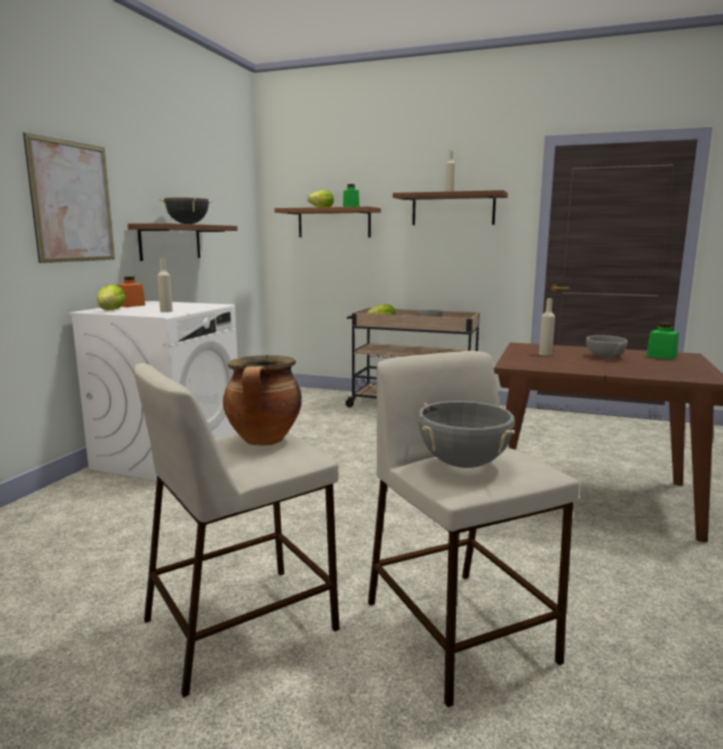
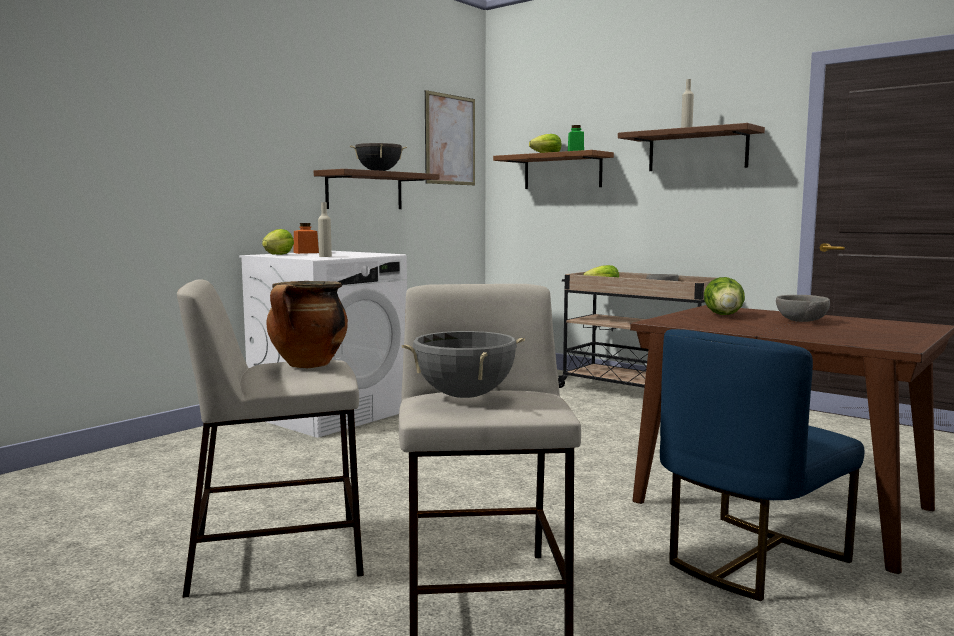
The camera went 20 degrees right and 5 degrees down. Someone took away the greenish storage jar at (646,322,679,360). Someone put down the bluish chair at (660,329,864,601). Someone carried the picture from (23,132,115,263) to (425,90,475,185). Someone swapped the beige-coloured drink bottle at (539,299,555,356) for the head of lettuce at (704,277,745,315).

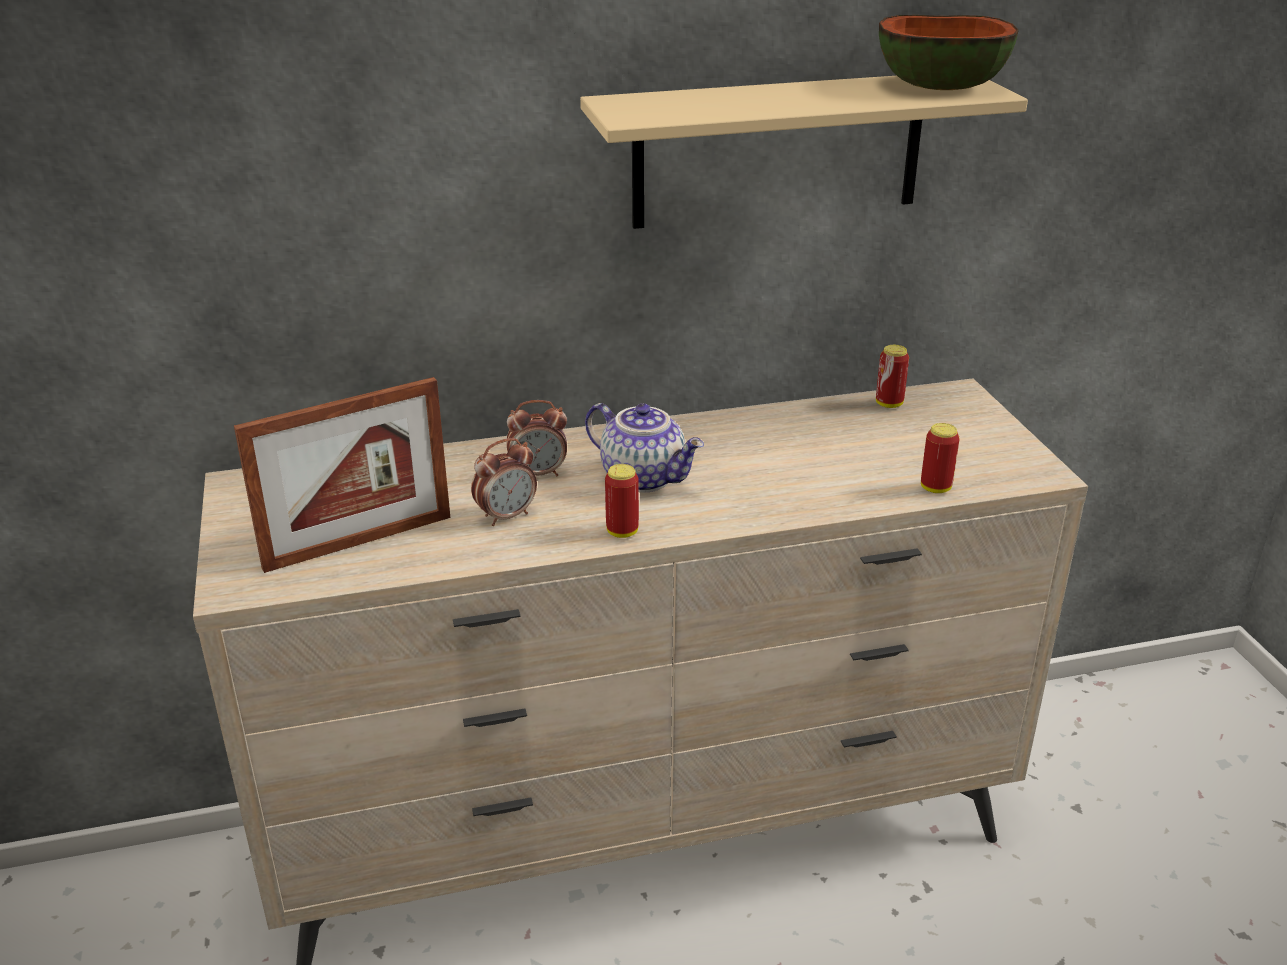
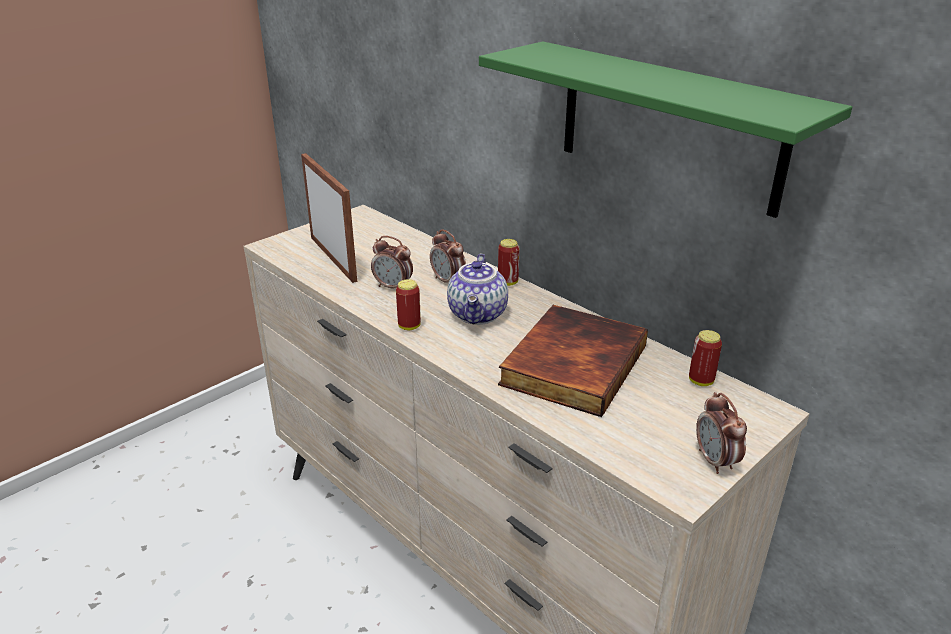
The camera went 60 degrees right and 0 degrees up. Someone took away the deep dish at (879,15,1019,90). Someone put down the bound book at (498,305,648,417). Someone put down the table clock at (696,392,747,474). Someone carried the can from (921,423,960,493) to (498,239,520,286). Someone repainted the beige-coloured wall shelf at (580,76,1028,229), which became the greenish wall shelf at (479,41,852,218). Someone rotated the picture frame at (234,377,450,573) by 150 degrees counterclockwise.

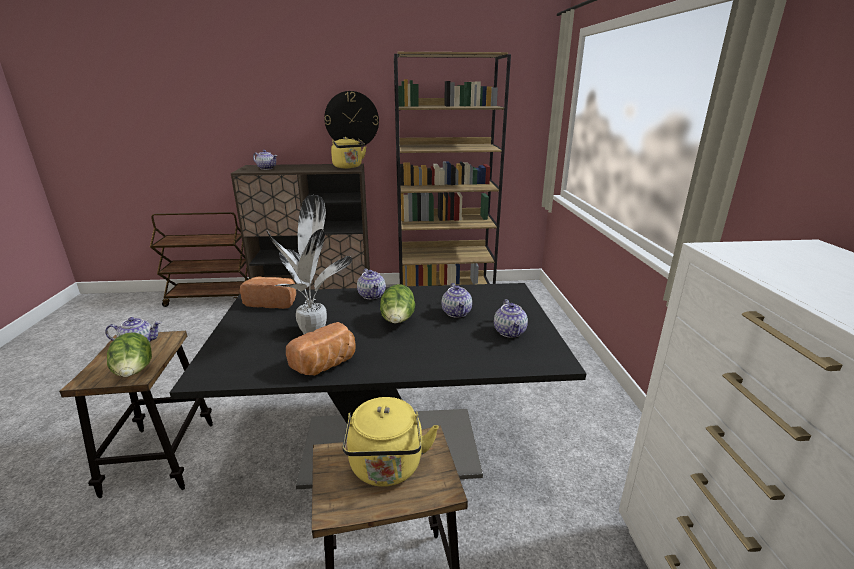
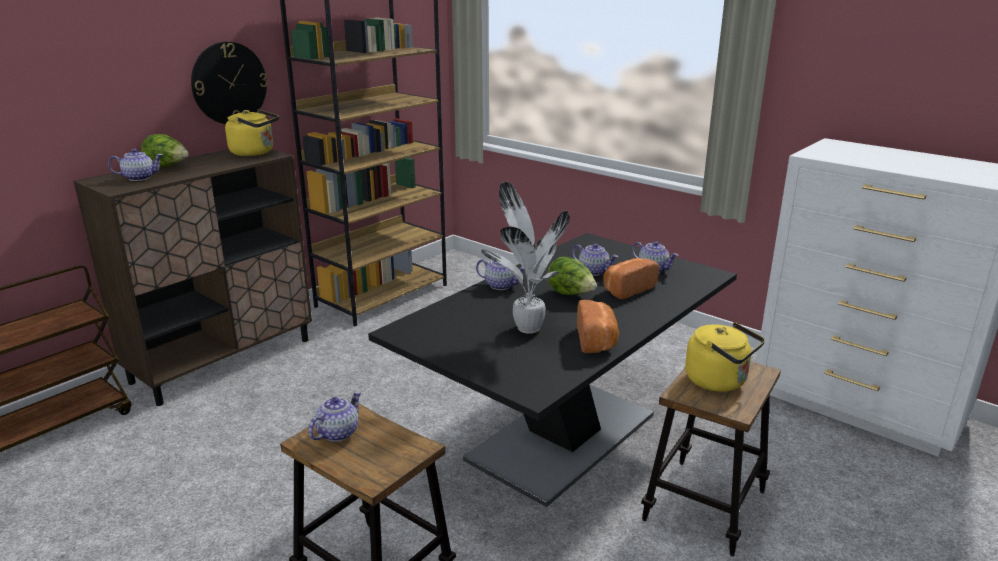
The camera went 45 degrees left and 0 degrees up. Someone carried the head of lettuce from (107,332,152,377) to (141,134,189,168). Someone carried the baked bread from (240,277,296,309) to (603,258,659,299).

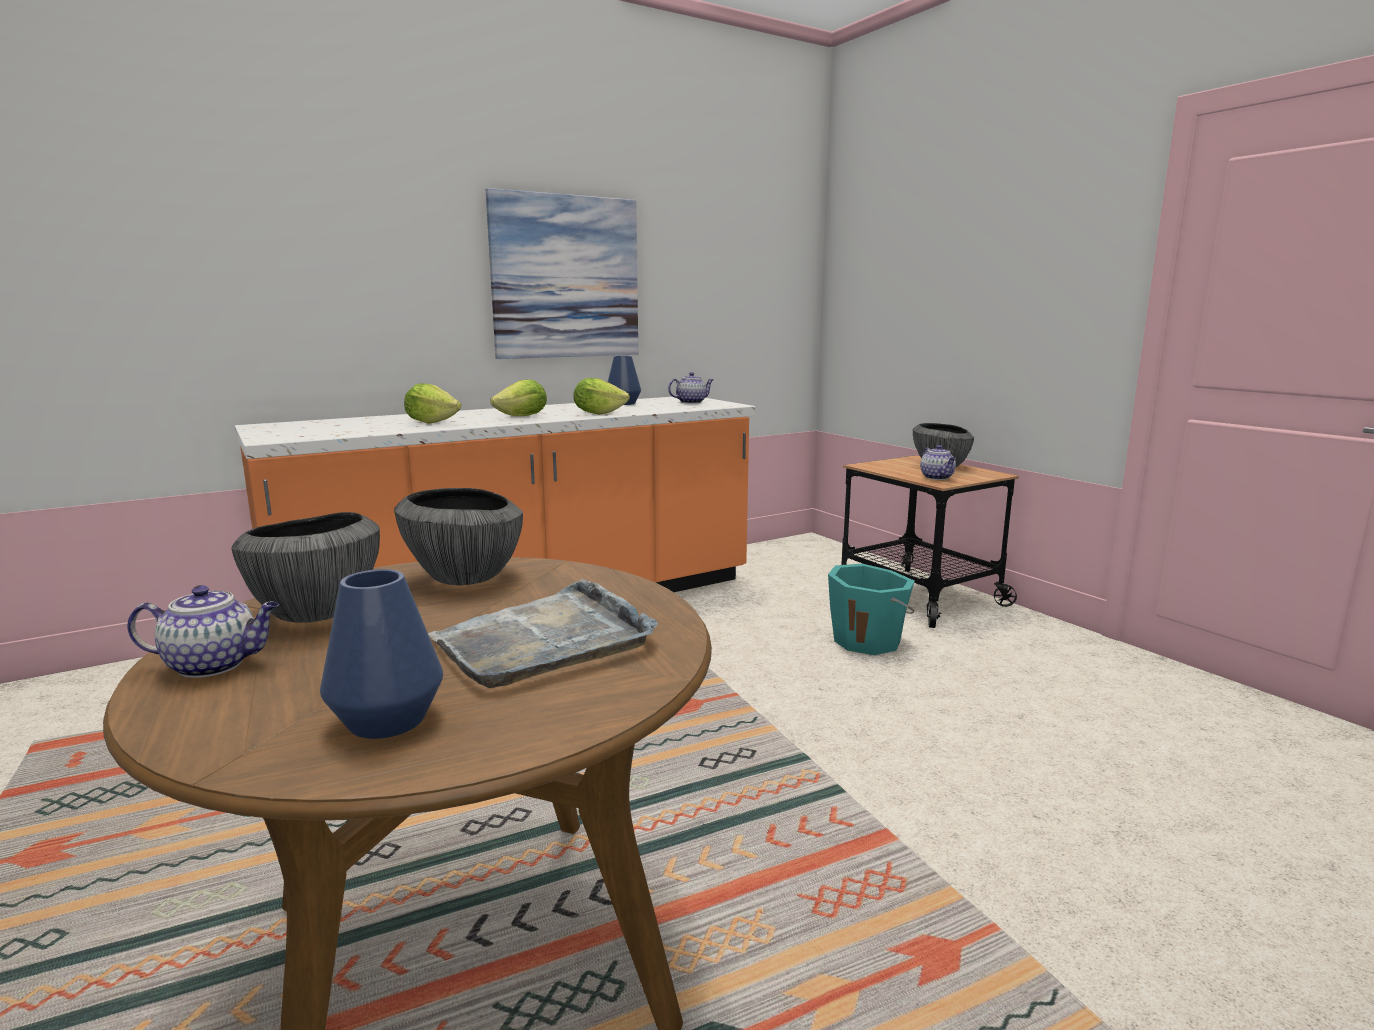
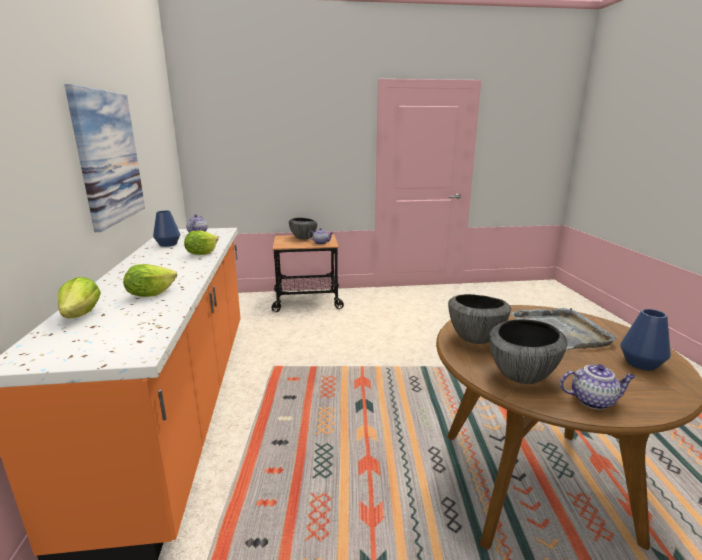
The camera went 65 degrees left and 5 degrees up. Someone took away the turquoise-coloured water bucket at (828,564,915,655). Someone carried the head of lettuce from (490,379,547,417) to (58,277,101,319). Someone rotated the pot for tea at (127,585,279,678) by 75 degrees clockwise.

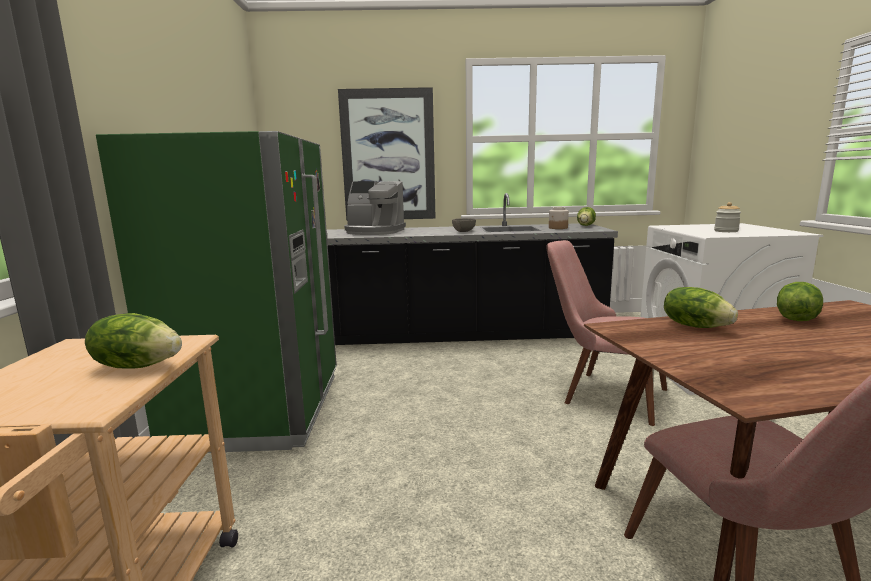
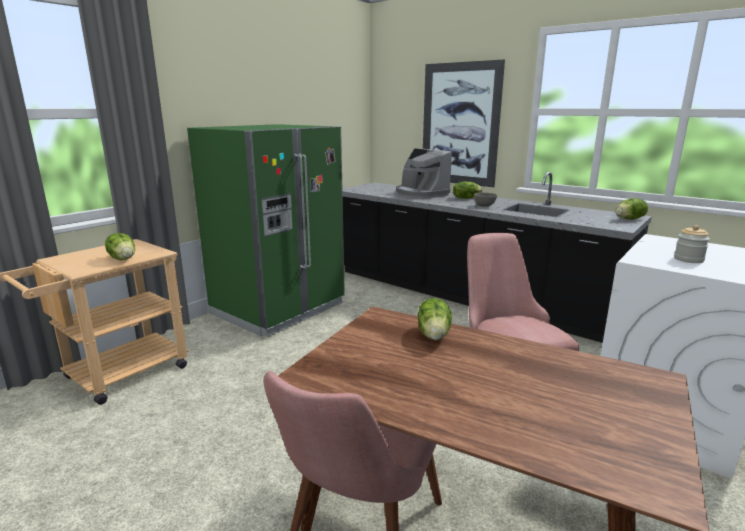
The camera went 40 degrees right and 5 degrees up. Someone took away the storage jar at (549,207,569,229). Someone carried the head of lettuce from (777,282,823,321) to (453,181,482,199).

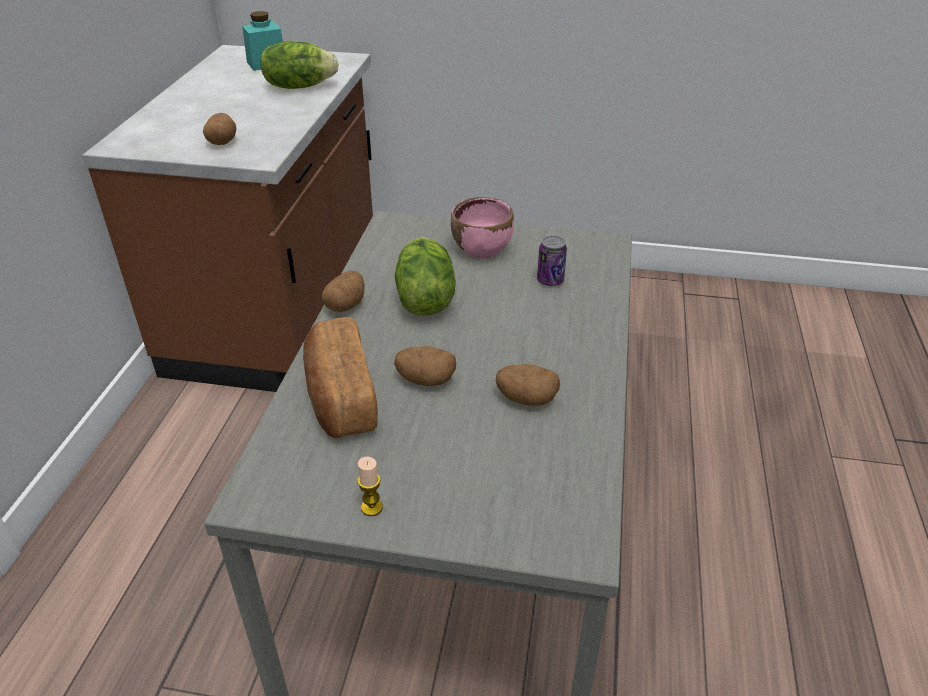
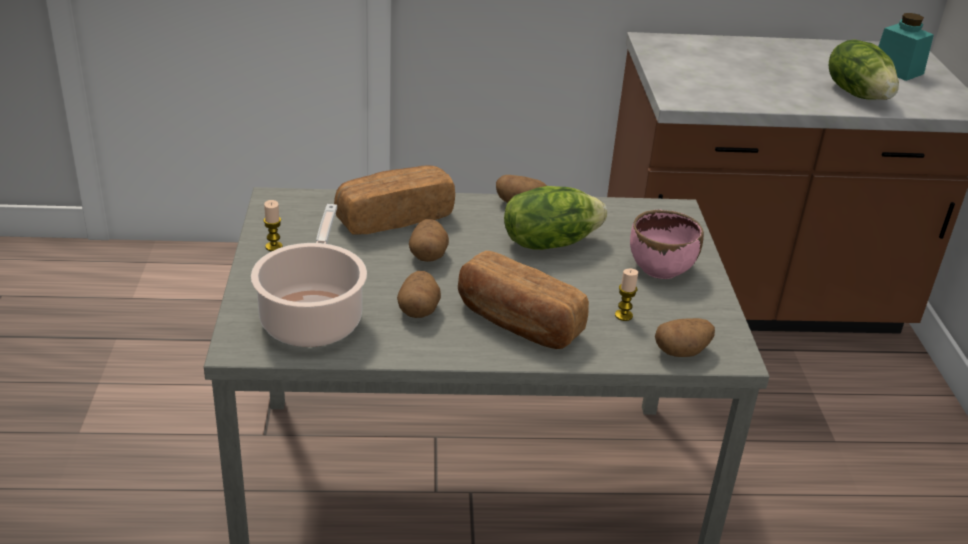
The camera went 75 degrees right and 5 degrees down. Someone put down the saucepot at (251,204,367,347). Someone put down the baked bread at (458,251,589,349). Someone carried the whole potato from (203,113,236,145) to (655,318,715,357). Someone swapped the can at (537,236,567,286) for the candle at (615,269,638,321).

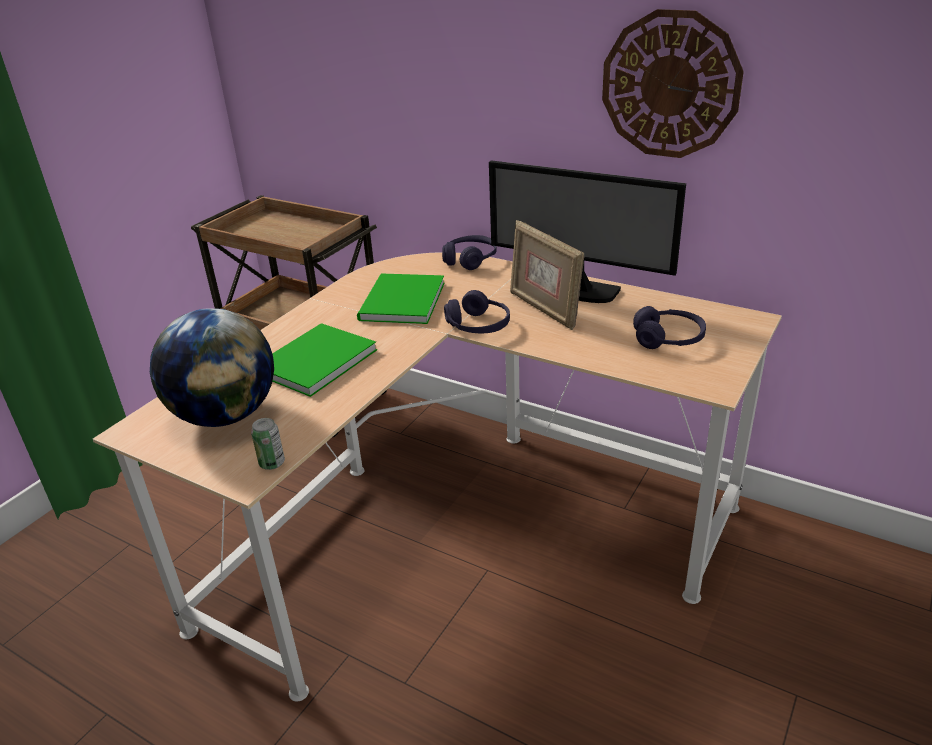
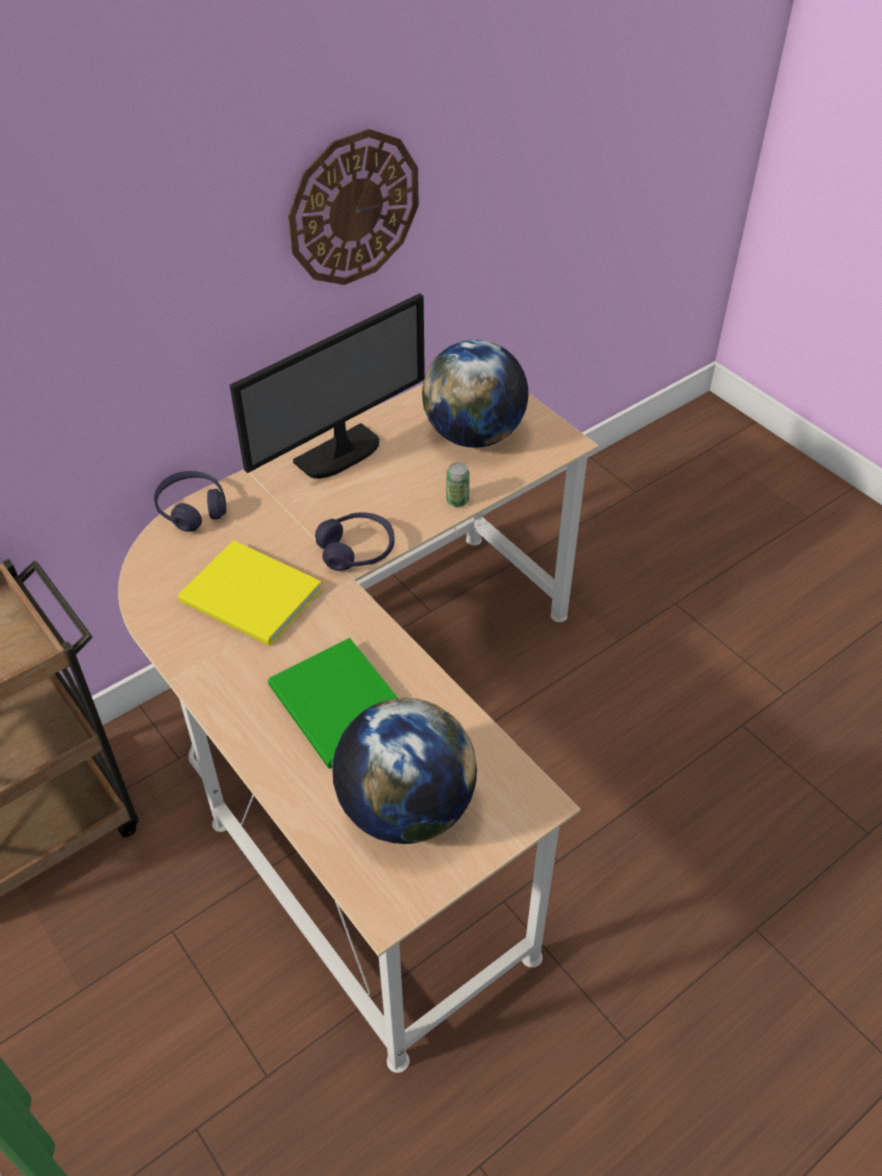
The camera went 70 degrees left and 15 degrees up. Someone took away the picture frame at (510,220,584,330). Someone carried the can from (251,418,285,470) to (446,463,470,507). Someone swapped the purple pair of headphones at (633,306,706,349) for the world globe at (422,340,529,448). Someone repainted the greenish bound book at (357,273,445,324), which became the yellow bound book at (178,540,322,646).

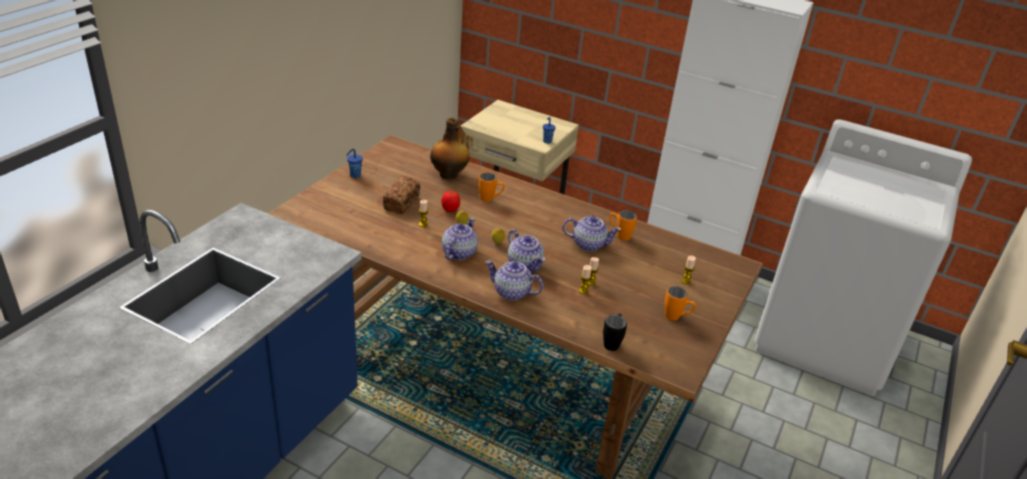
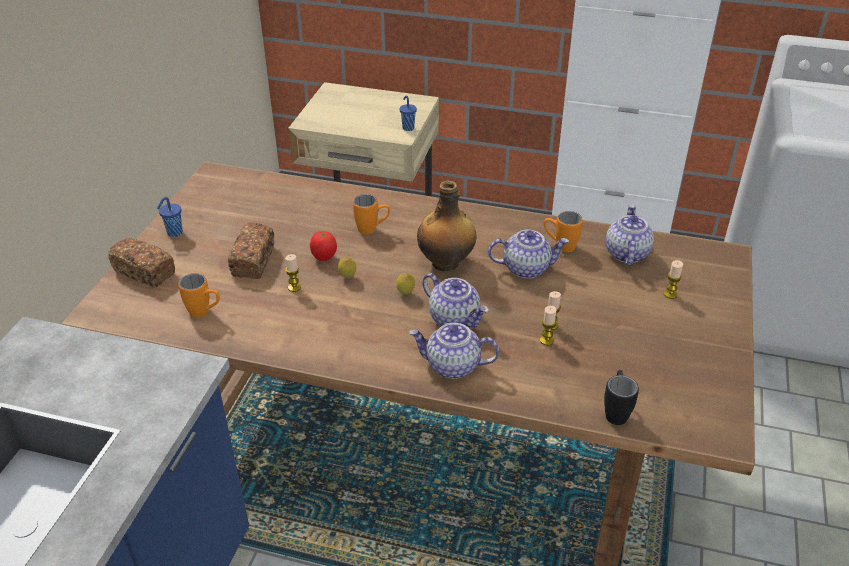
The camera went 10 degrees left and 5 degrees up. Someone put down the baked bread at (108,238,175,288). Someone carried the drink bottle from (430,117,470,179) to (417,180,476,271). Someone carried the pot for tea from (442,218,478,260) to (606,205,654,265). Someone carried the orange coffee mug from (665,286,696,320) to (178,273,220,318).

